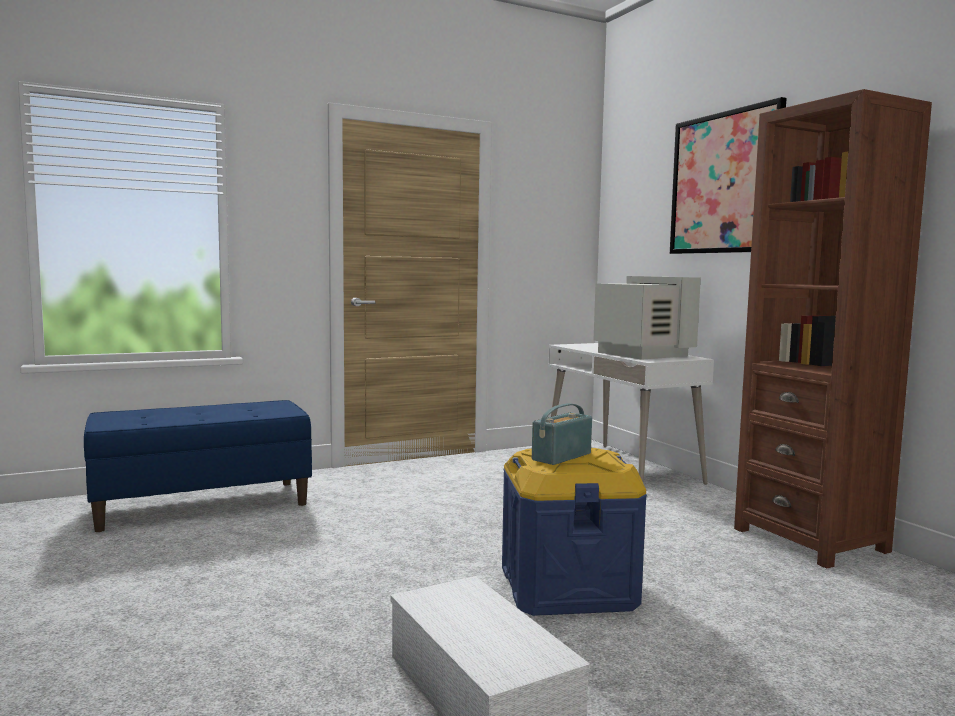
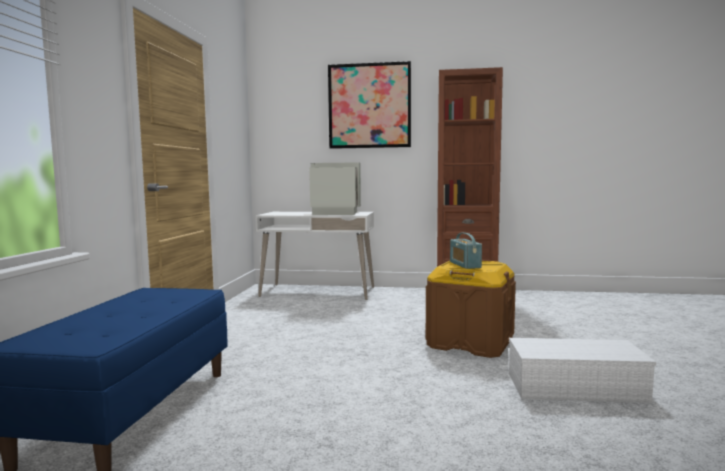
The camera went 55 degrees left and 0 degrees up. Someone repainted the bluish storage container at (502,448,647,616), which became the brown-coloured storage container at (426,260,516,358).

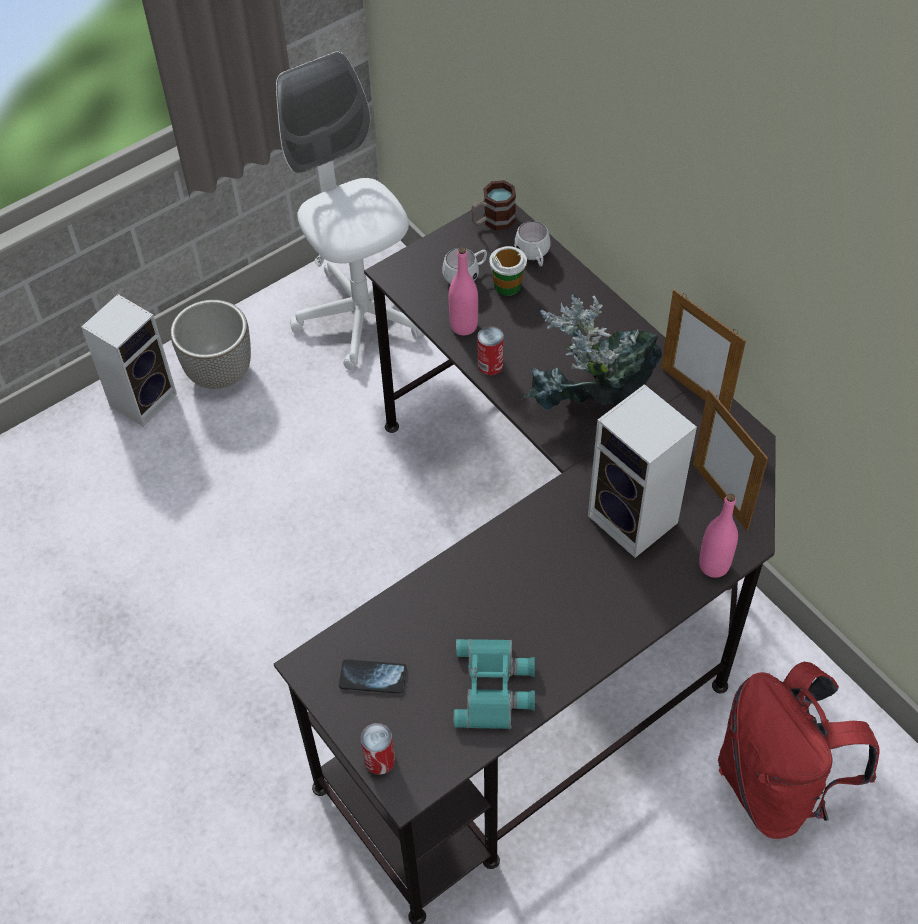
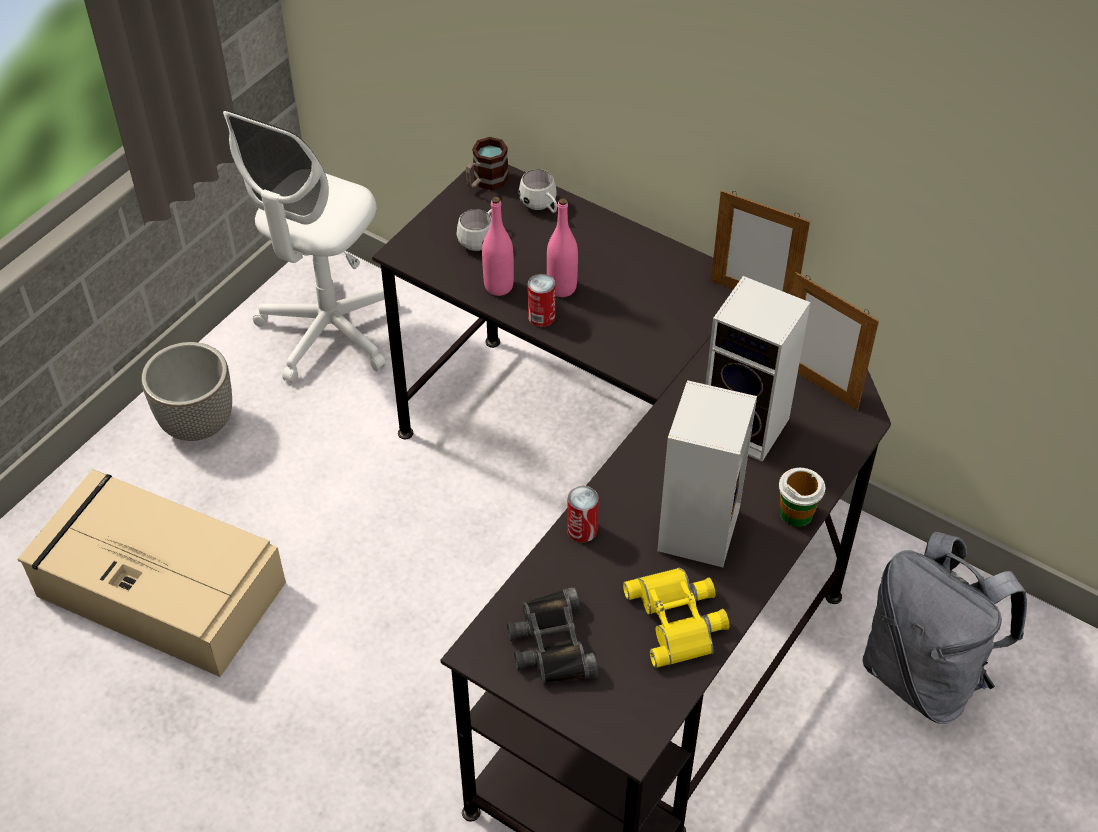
The camera went 20 degrees left and 5 degrees down. Someone took away the houseplant at (522,294,662,411). Someone put down the beige-coloured storage container at (18,469,286,677). Someone carried the speaker from (81,294,177,427) to (657,380,757,567). Someone carried the can from (360,723,395,775) to (567,486,599,543). Someone carried the cup from (489,246,527,296) to (779,468,825,527). Someone carried the pink-coloured drink bottle from (699,494,738,578) to (547,198,578,297). Someone swapped the telephone at (339,659,407,694) for the black pair of binoculars at (507,587,598,683). Someone repainted the turquoise-coloured pair of binoculars at (454,639,535,729), which became the yellow pair of binoculars at (623,568,729,668). Someone repainted the red-coloured backpack at (718,662,880,839), which became the grey backpack at (863,531,1027,724). Someone rotated the white computer chair at (276,52,424,370) by 105 degrees counterclockwise.

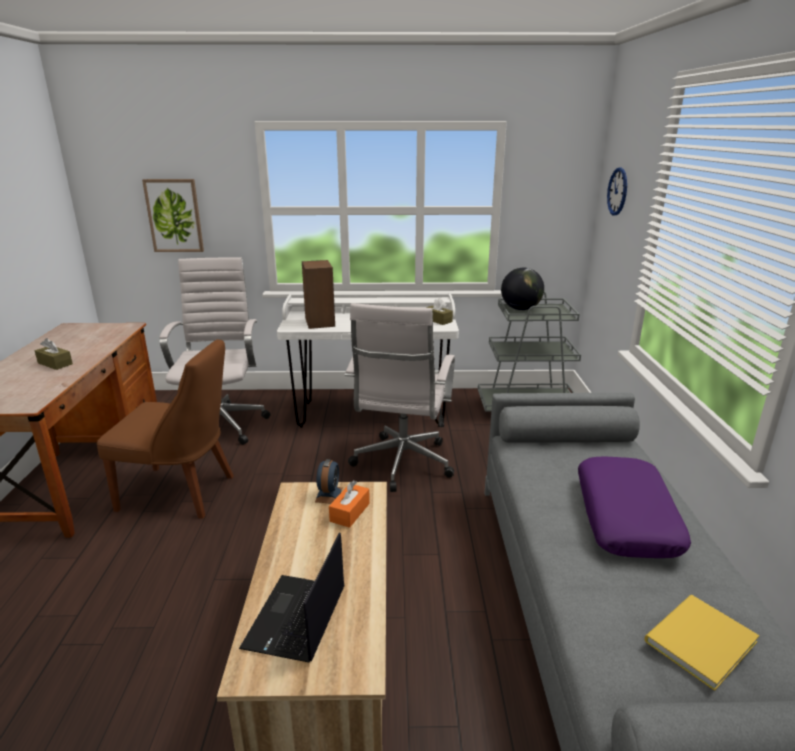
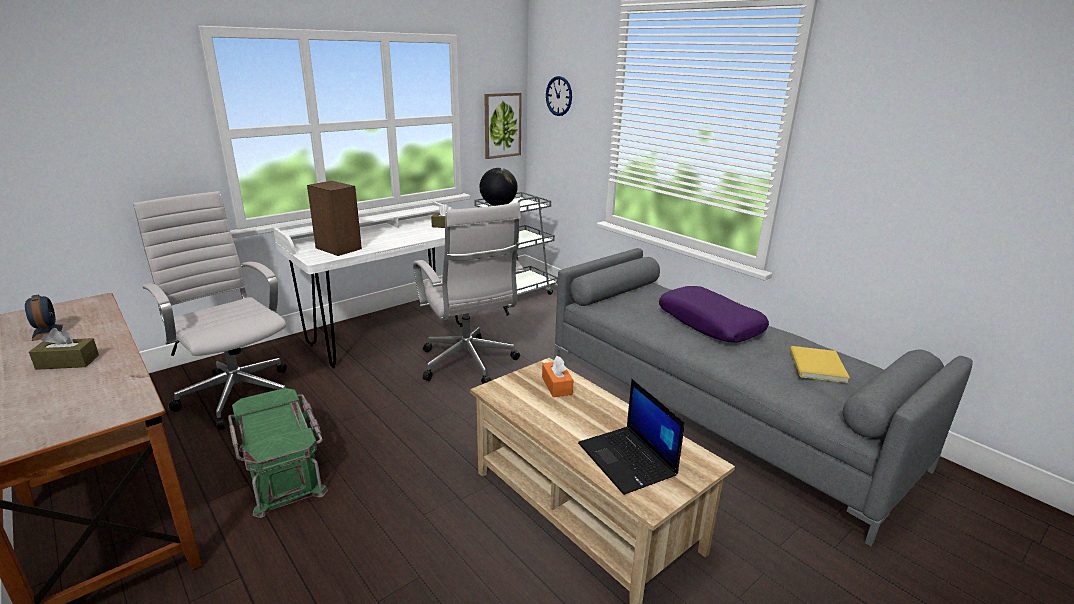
The camera went 40 degrees left and 0 degrees up. Someone carried the picture from (142,179,204,252) to (484,93,522,159). Someone carried the table clock from (315,459,343,504) to (25,294,63,341). Someone swapped the brown-coloured chair at (97,339,234,519) for the greenish storage container at (228,388,328,518).

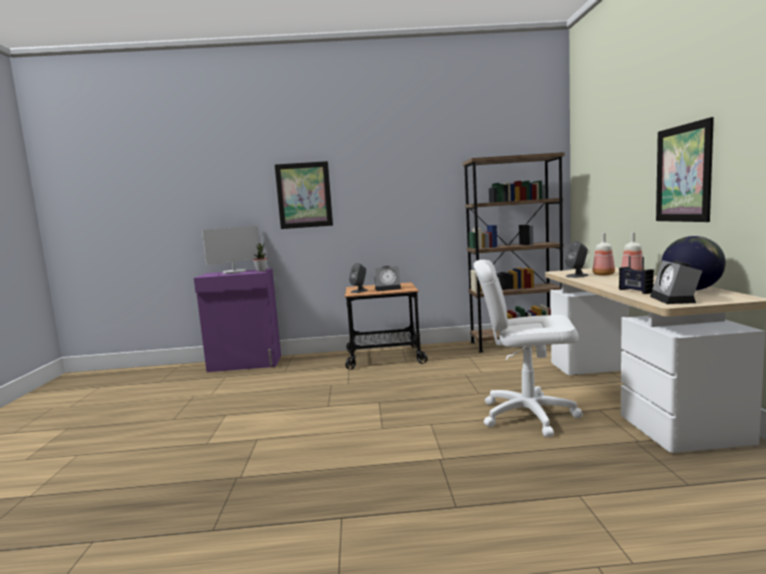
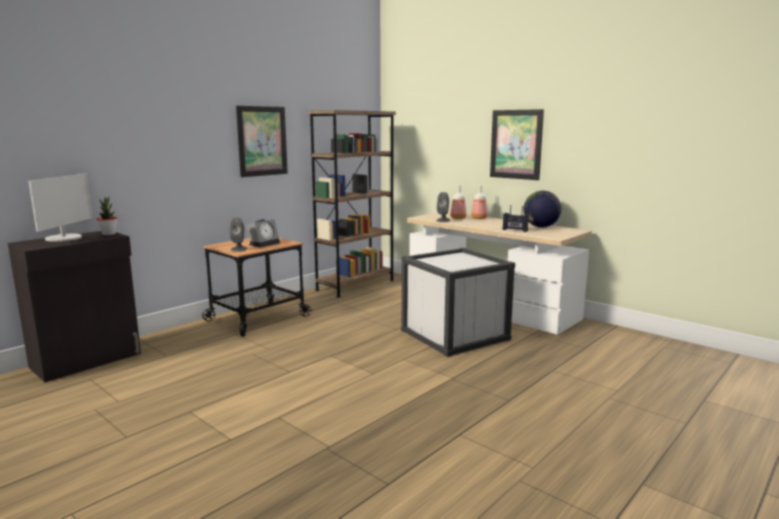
The camera went 45 degrees left and 5 degrees up. Someone took away the table clock at (650,260,702,304). Someone carried the picture from (275,161,333,229) to (236,106,288,177). Someone swapped the white computer chair at (474,260,583,437) for the white storage container at (401,248,515,357). Someone repainted the purple cabinet at (194,268,281,372), which became the black cabinet at (8,231,141,382).

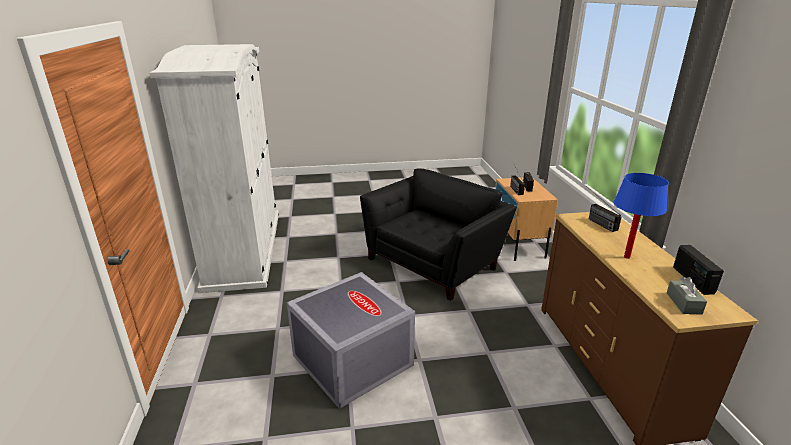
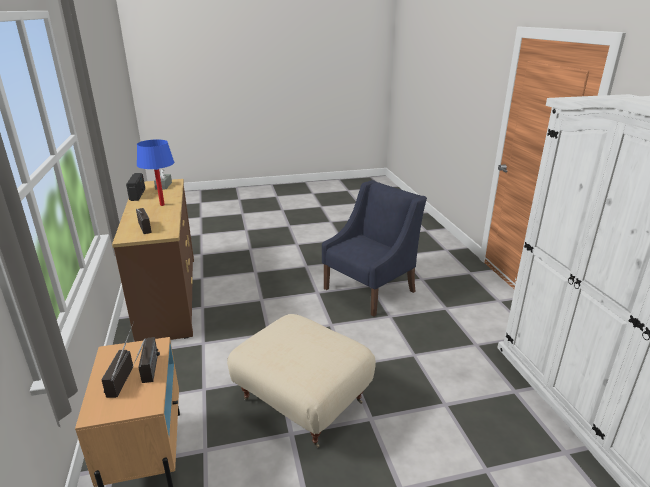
The camera went 175 degrees right and 0 degrees up. Someone swapped the grey storage container at (286,272,415,409) for the bluish armchair at (322,180,427,316). Someone swapped the black armchair at (360,168,517,301) for the beige-coloured ottoman at (227,314,376,448).

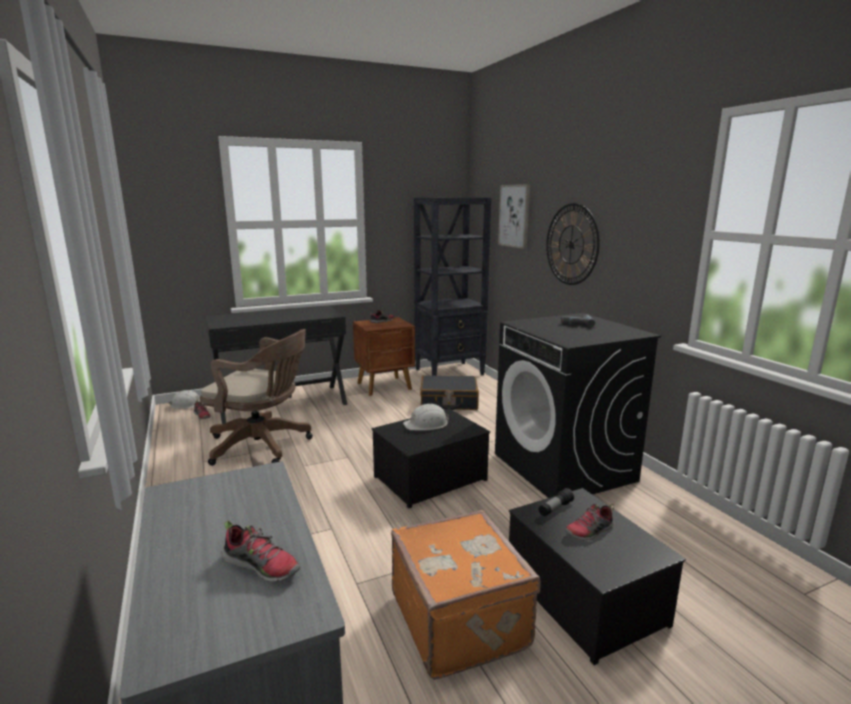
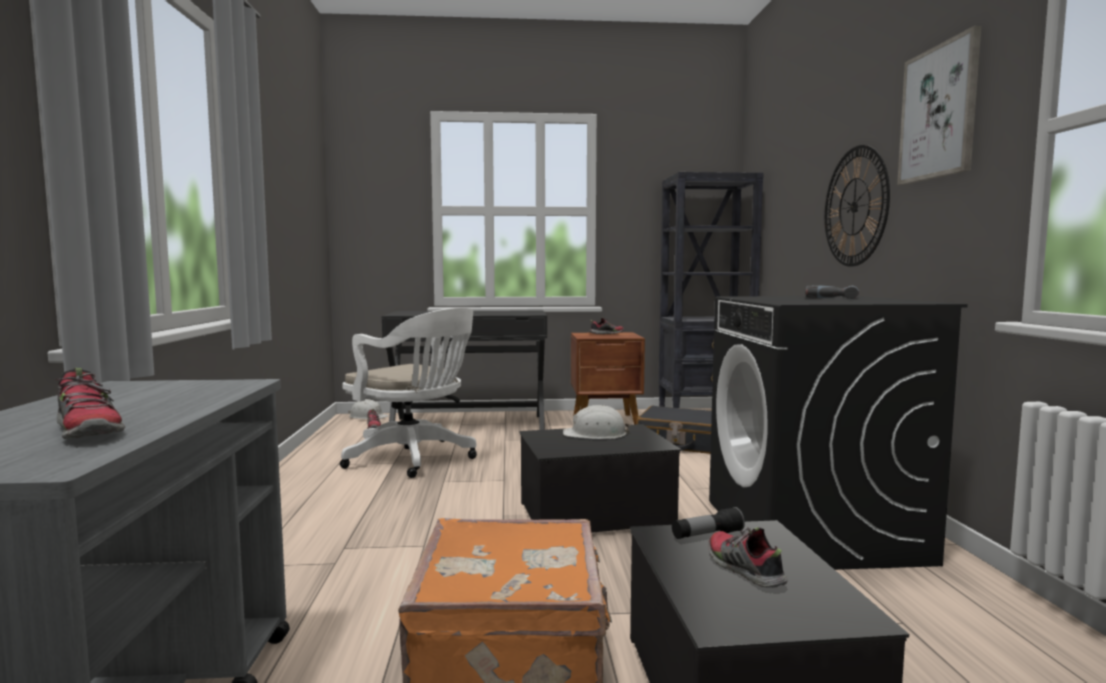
The camera went 20 degrees right and 10 degrees down. Someone carried the picture from (498,184,530,249) to (897,26,981,185). Someone repainted the brown-coloured computer chair at (200,329,313,466), which became the white computer chair at (340,307,477,478). Someone rotated the low shoe at (565,504,614,541) by 75 degrees clockwise.

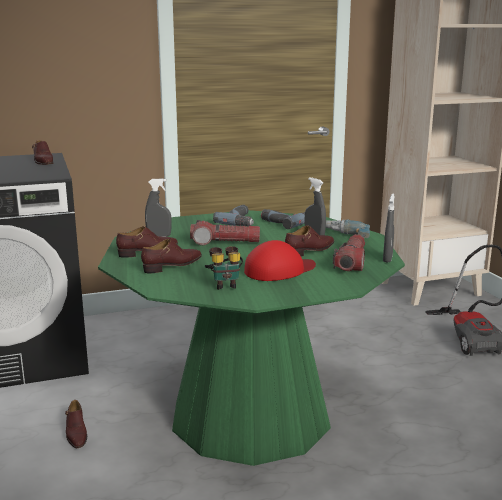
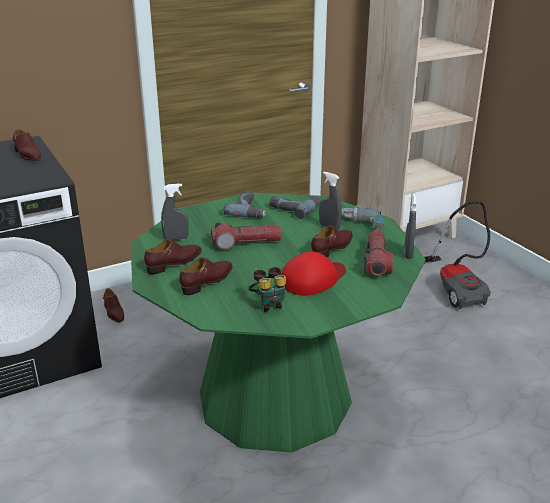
The camera went 10 degrees left and 10 degrees up. Someone carried the brown-coloured low shoe from (65,400,87,448) to (103,288,124,323).

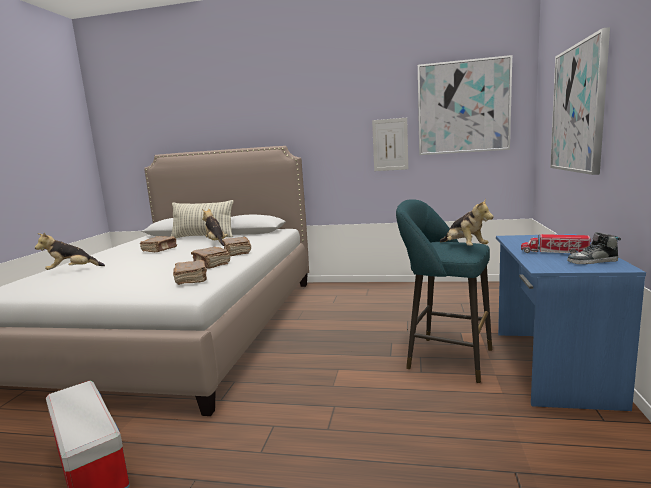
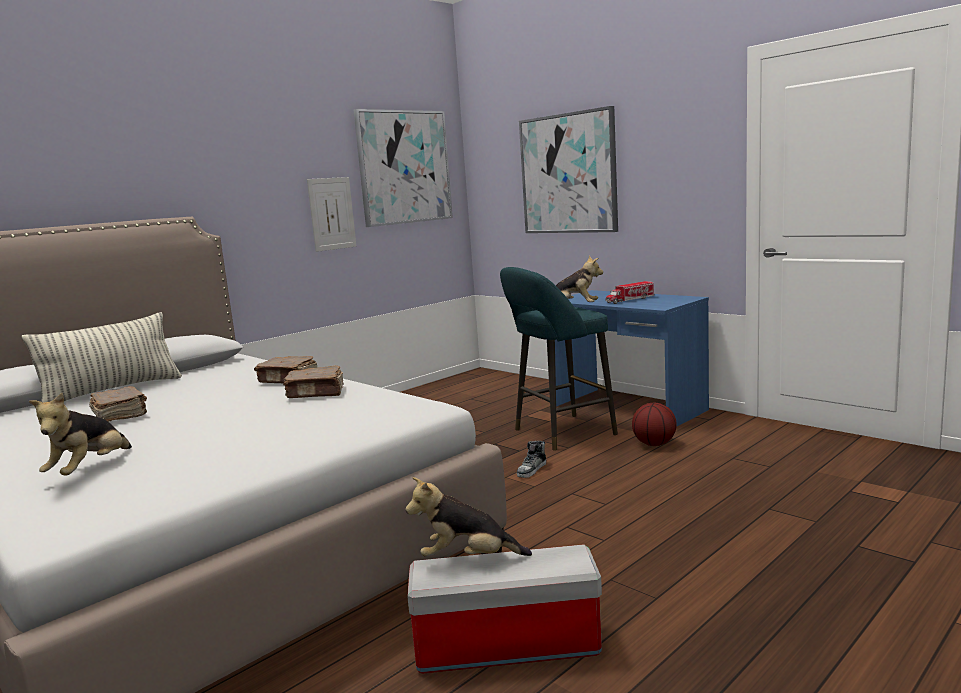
The camera went 55 degrees left and 0 degrees up. Someone took away the brown-coloured bound book at (173,260,207,285). Someone put down the ball for basketball at (632,402,677,446). Someone carried the cuddly toy from (202,208,228,246) to (405,477,532,557). Someone carried the low shoe from (567,232,621,264) to (517,441,546,478).

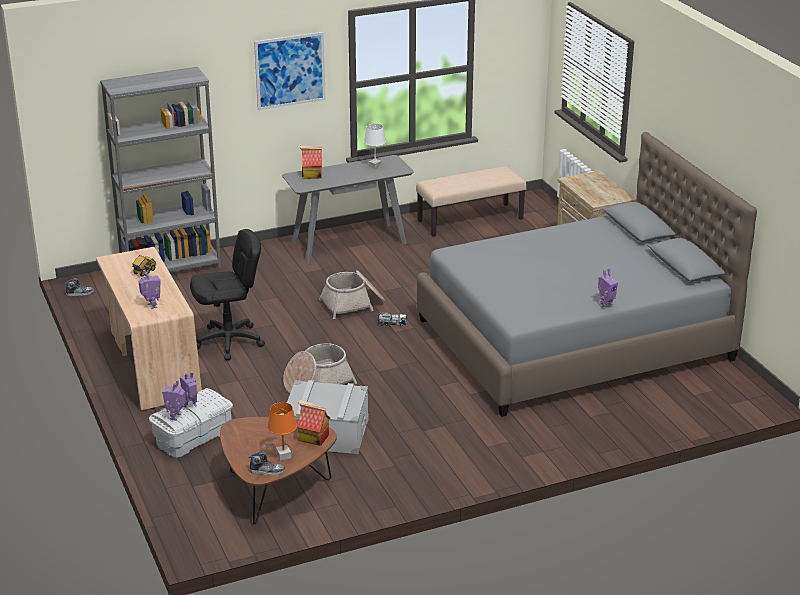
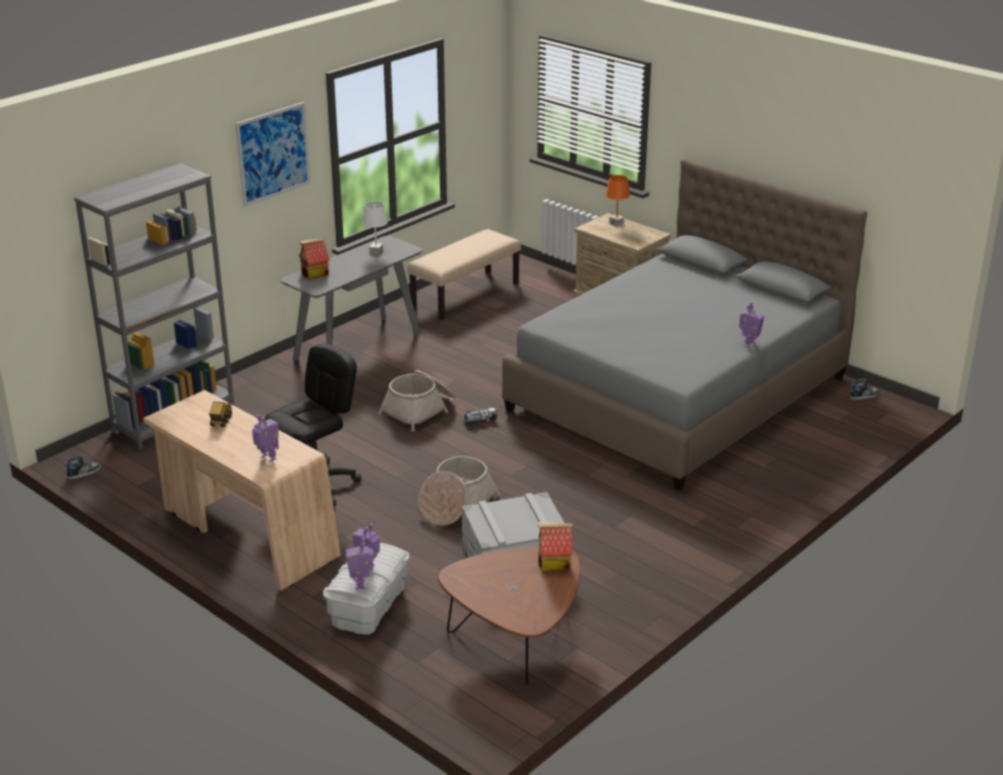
The camera went 25 degrees left and 0 degrees up. Someone carried the low shoe from (249,451,285,475) to (850,378,879,400). Someone carried the orange tabletop lamp from (267,402,297,461) to (605,175,630,226).

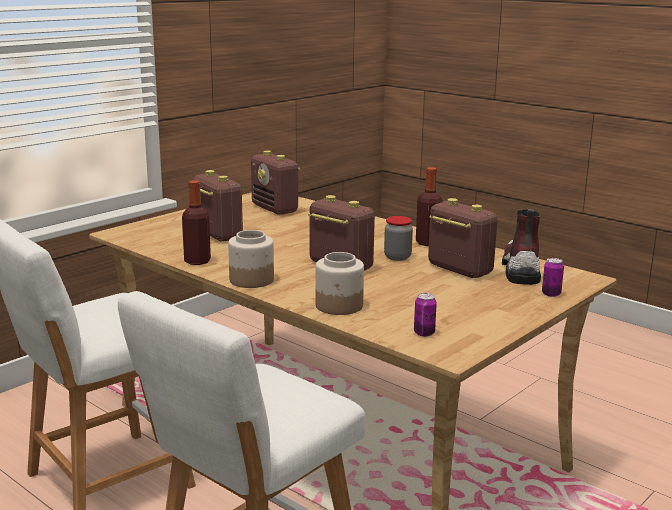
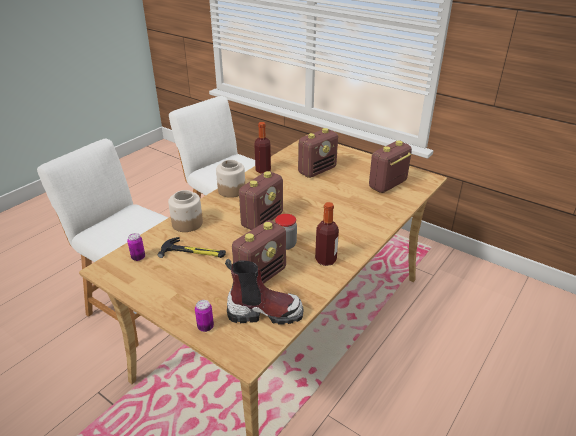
The camera went 85 degrees right and 15 degrees up. Someone put down the hand hammer at (157,237,226,258).

